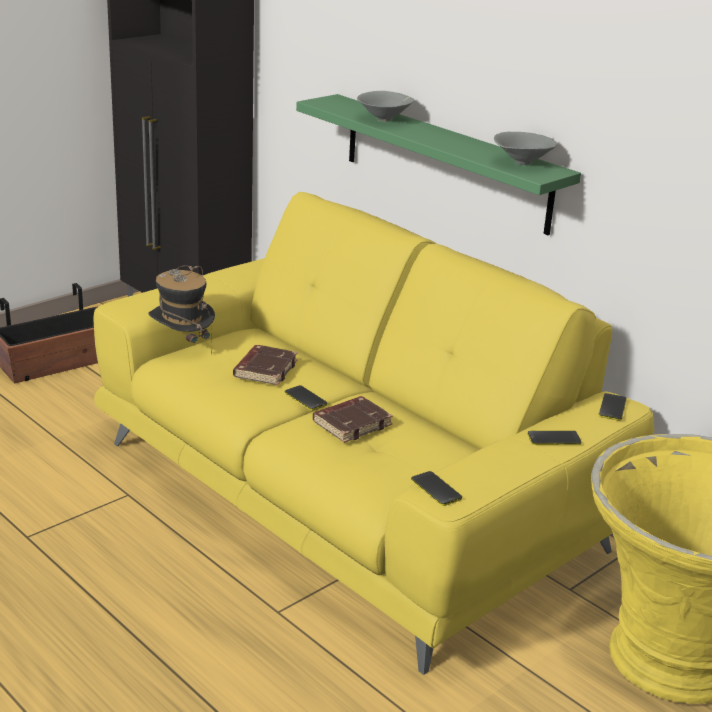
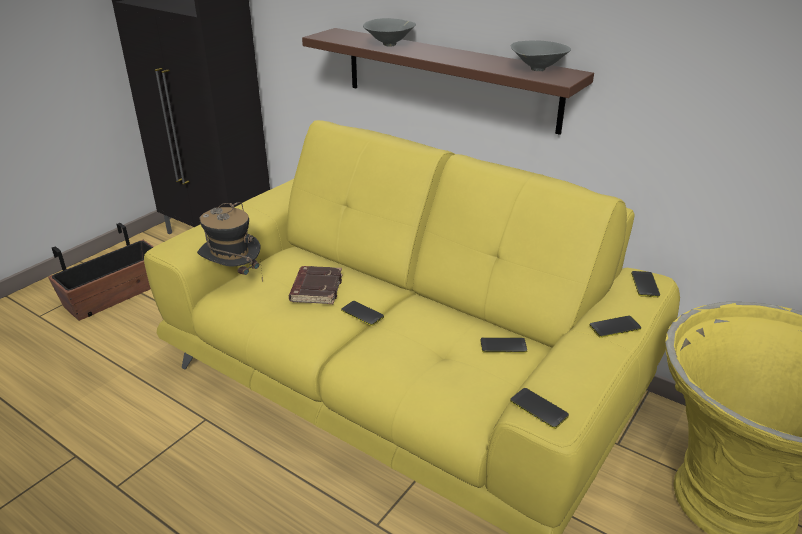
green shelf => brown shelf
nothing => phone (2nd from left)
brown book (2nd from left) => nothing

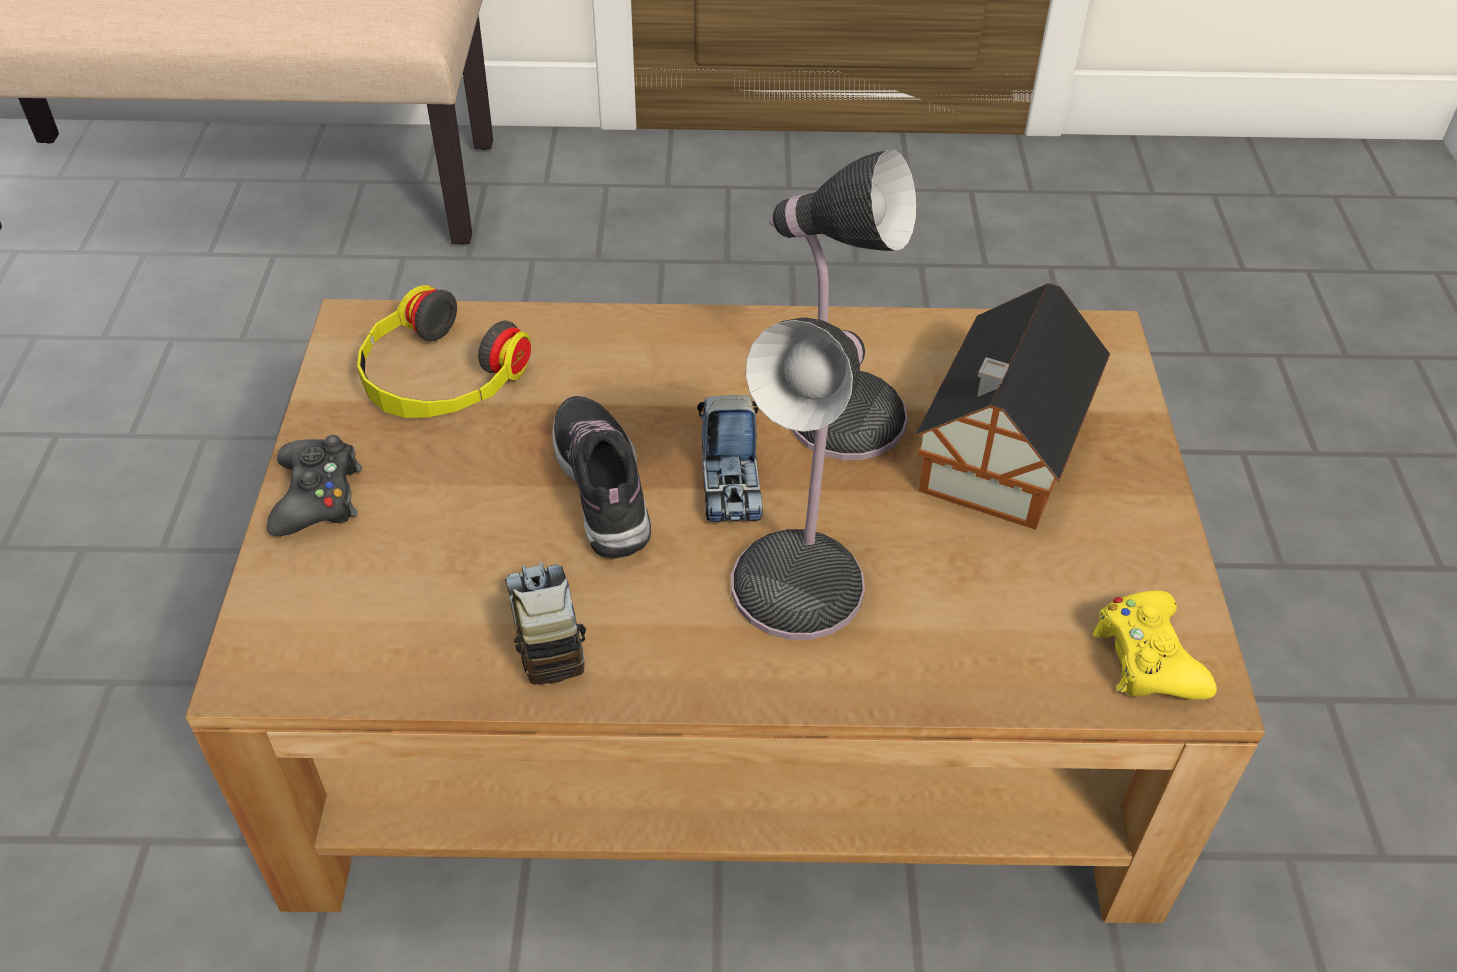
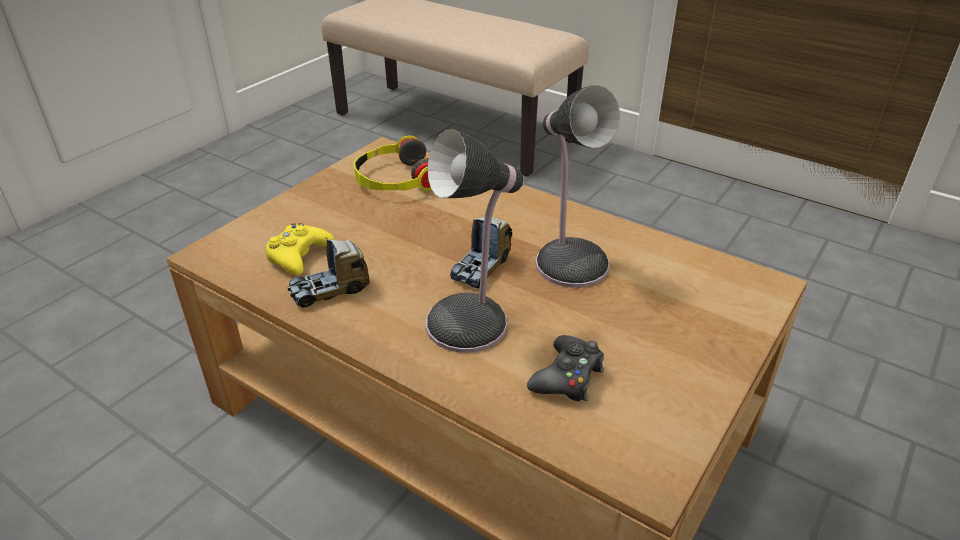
yellow game controller, moved
toy truck (1st from left), 135 degrees counterclockwise
black game controller, moved
shoe => nothing
toy house => nothing

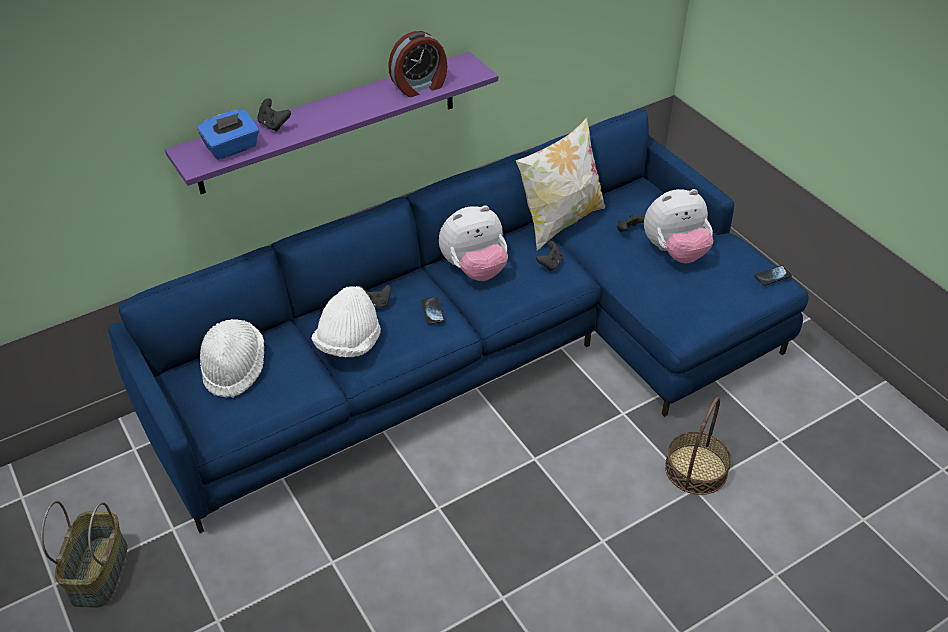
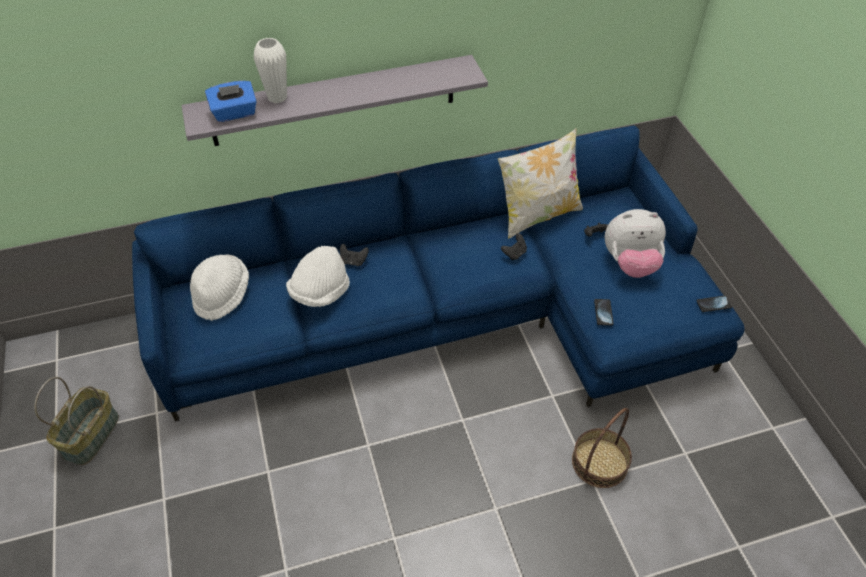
purple shelf => grey shelf
black game controller (1st from left) => white vase
phone (1st from left), moved
alarm clock => nothing
plush toy (1st from left) => nothing

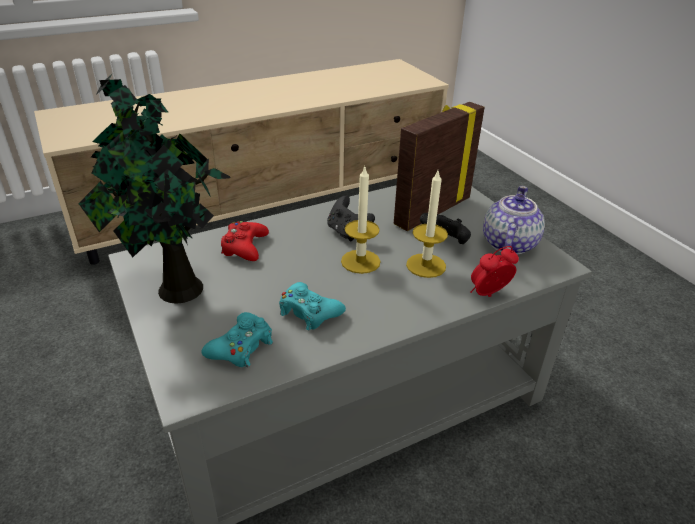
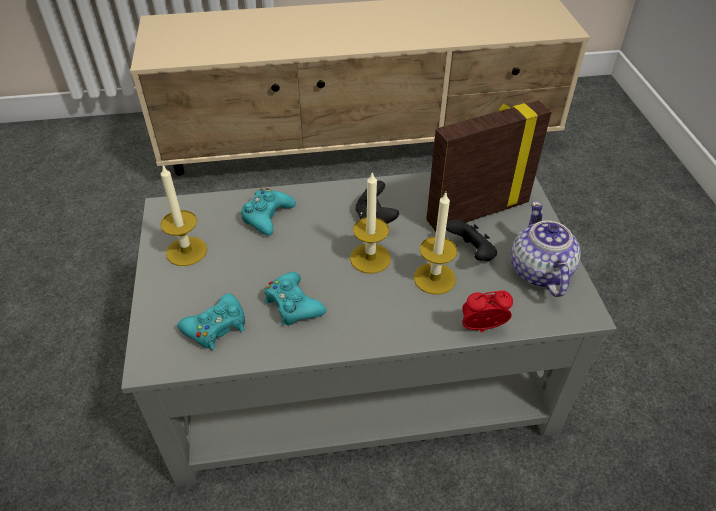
potted plant => candle (1st from left)
red game controller => turquoise game controller (2nd from left)
teapot, 45 degrees counterclockwise

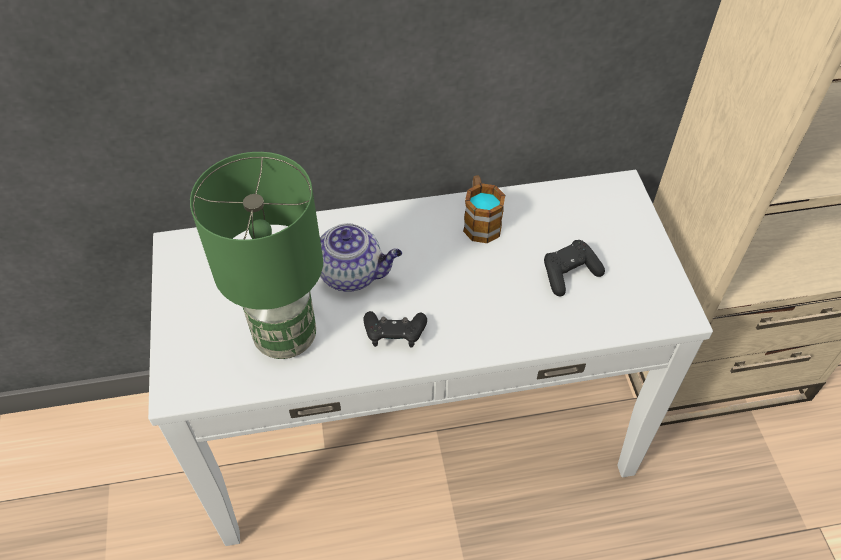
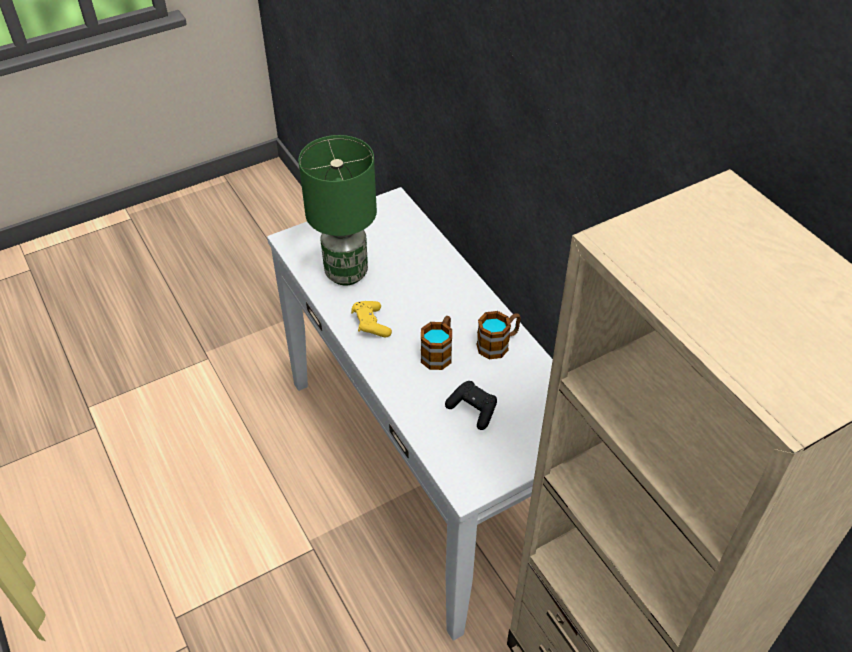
black game controller (1st from left) => yellow game controller
nothing => mug (1st from left)
teapot => nothing

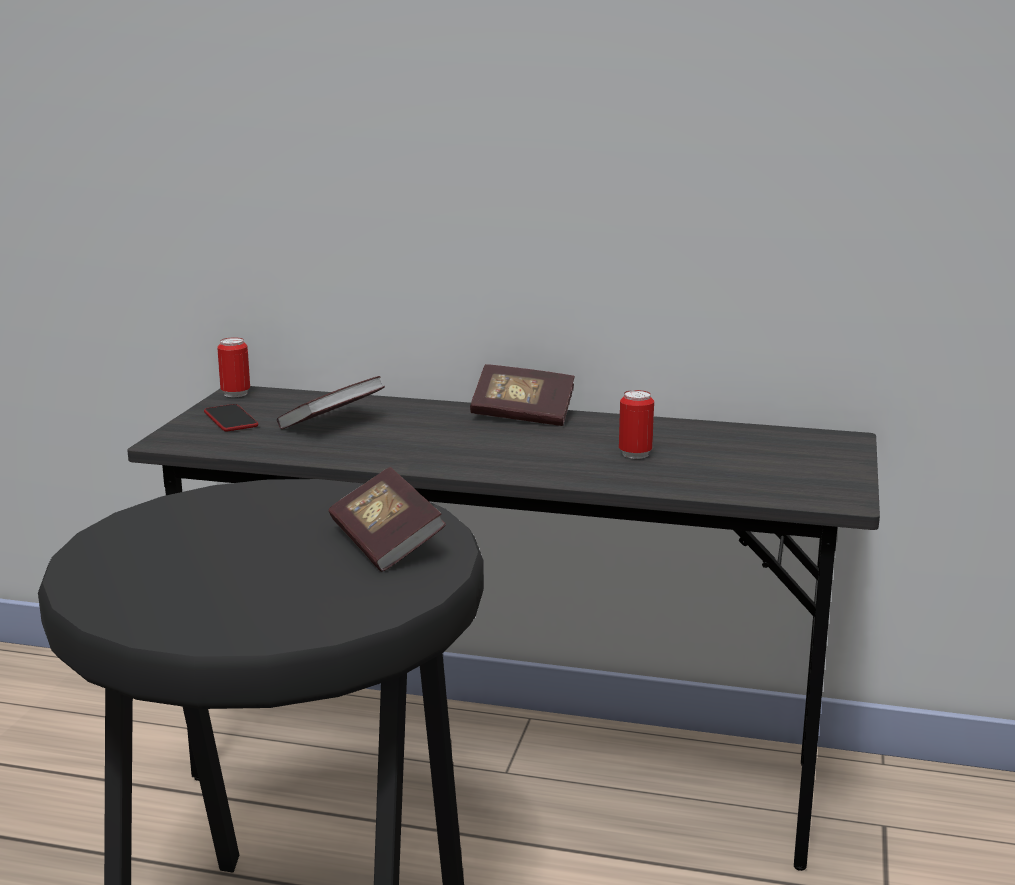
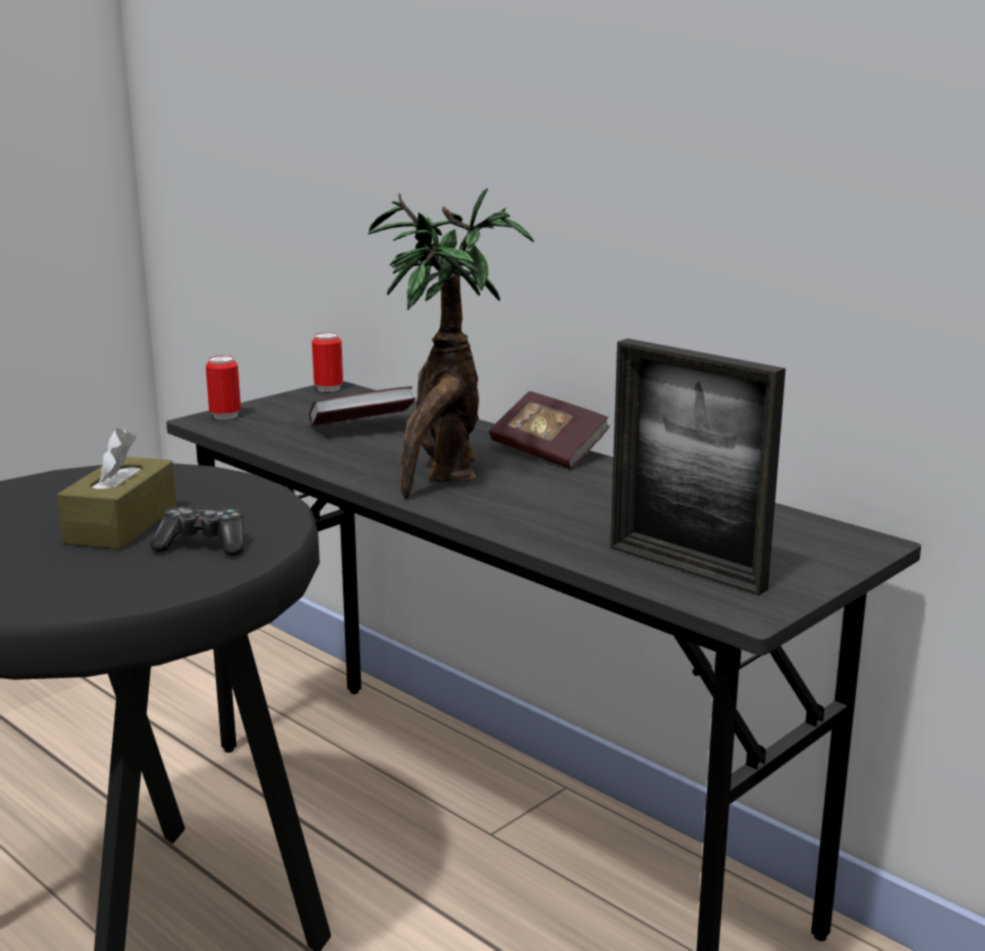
nothing => brown tissue box
book (2nd from left) => game controller
can (2nd from left in the first image) => can (1st from left), moved
nothing => potted plant
nothing => picture frame
phone => nothing

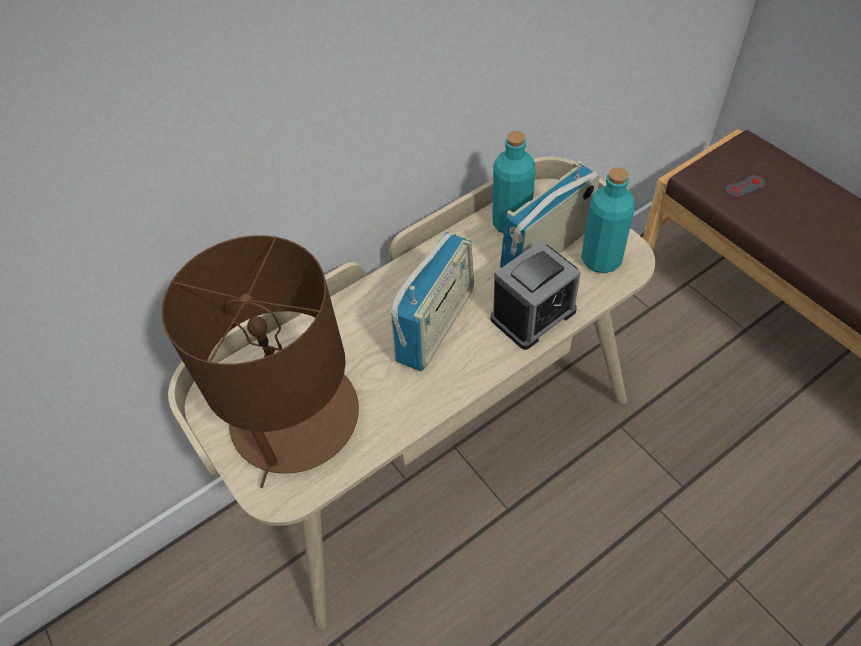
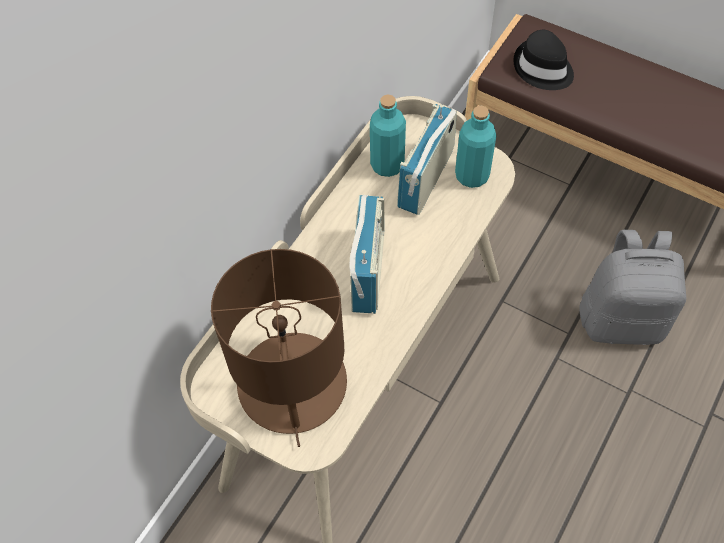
grey game controller => black hat
nothing => grey backpack
alarm clock => nothing

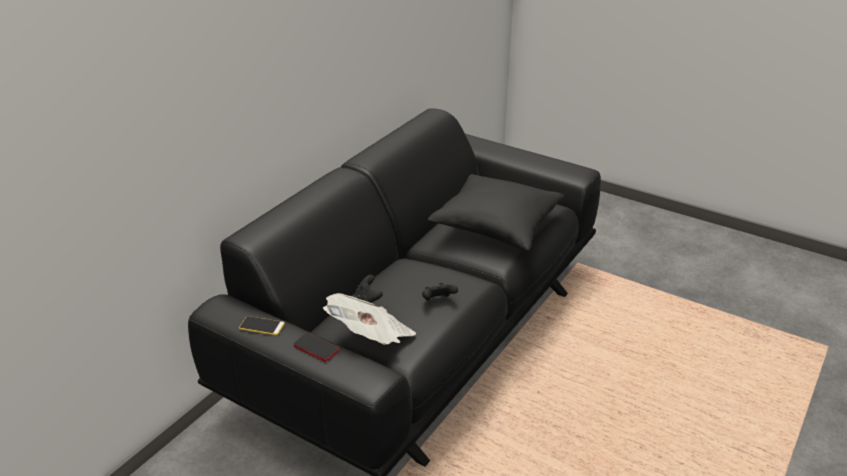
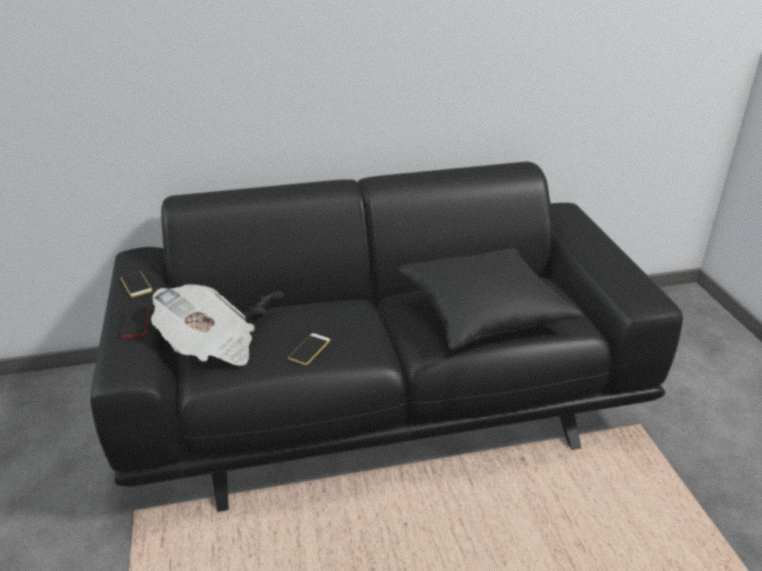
black game controller (2nd from left) => phone (3rd from left)

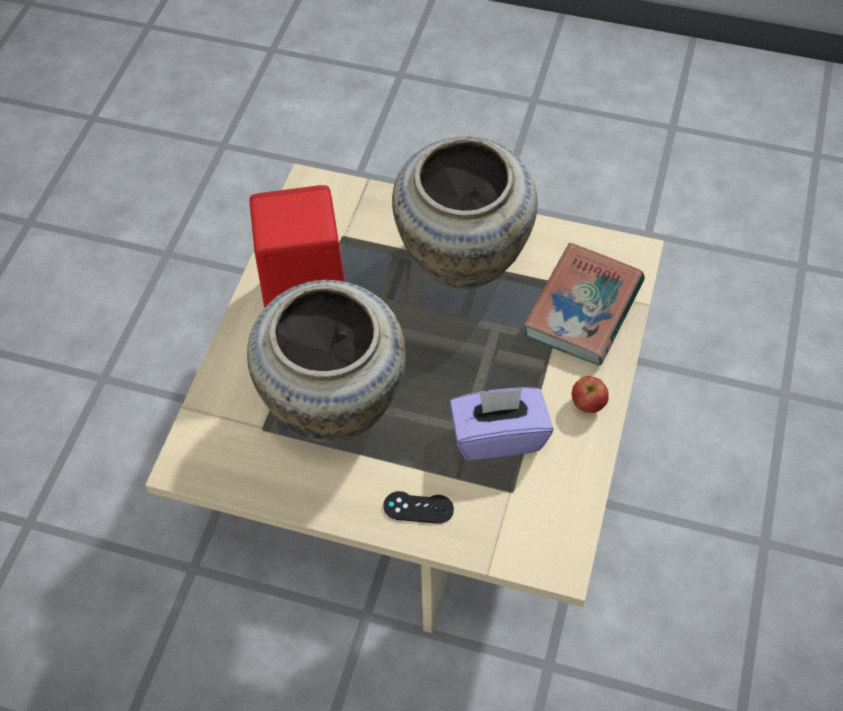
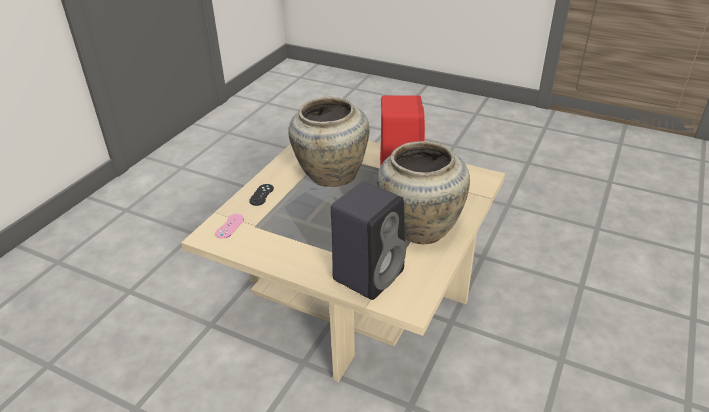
nothing => pink game controller
book => black speaker
purple tissue box => nothing
apple => nothing

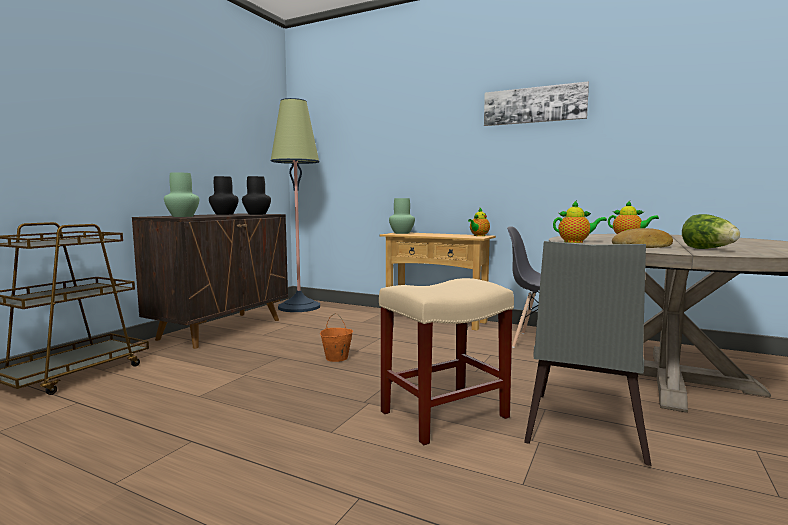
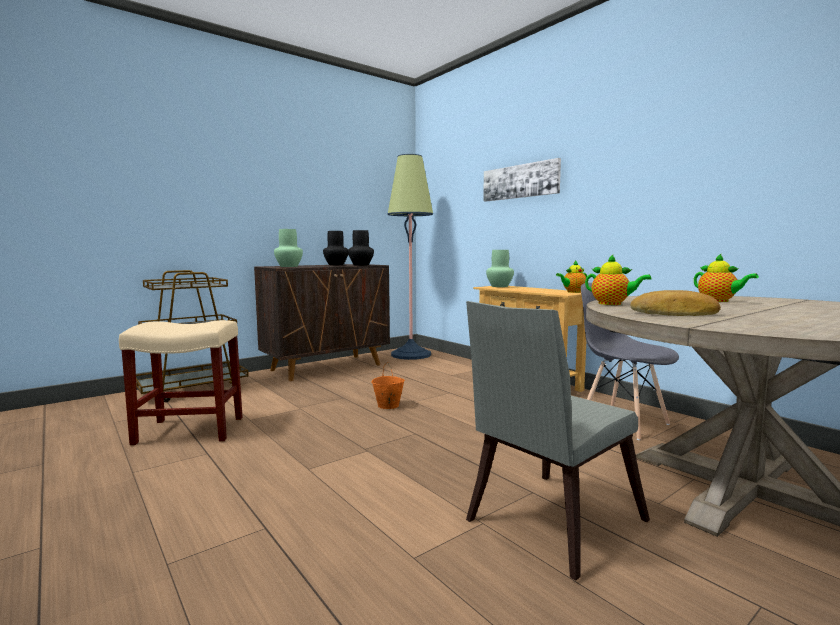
beige stool, moved
picture, moved
lettuce => nothing

